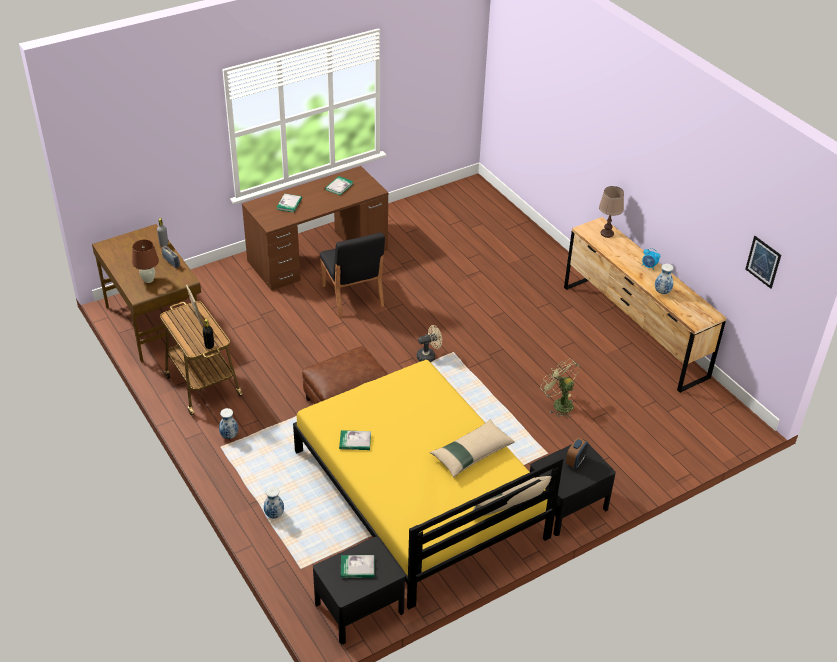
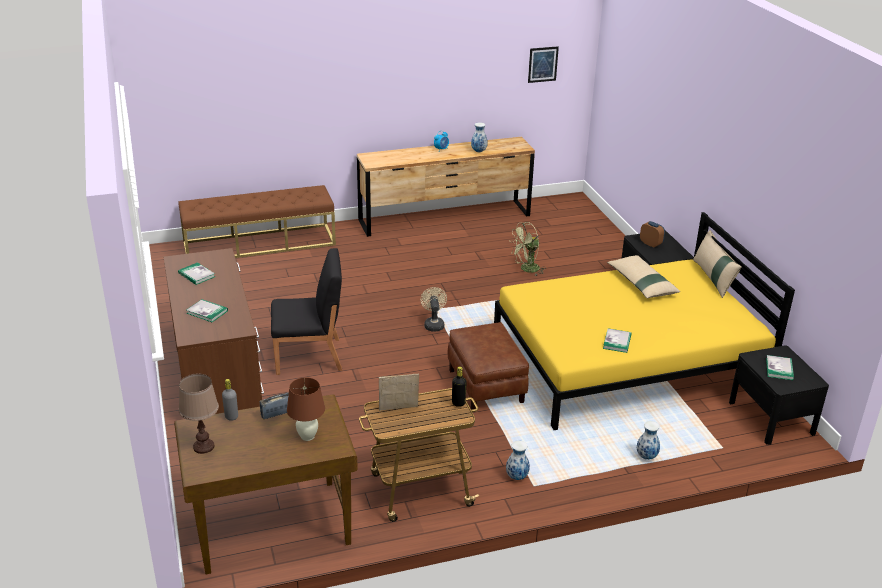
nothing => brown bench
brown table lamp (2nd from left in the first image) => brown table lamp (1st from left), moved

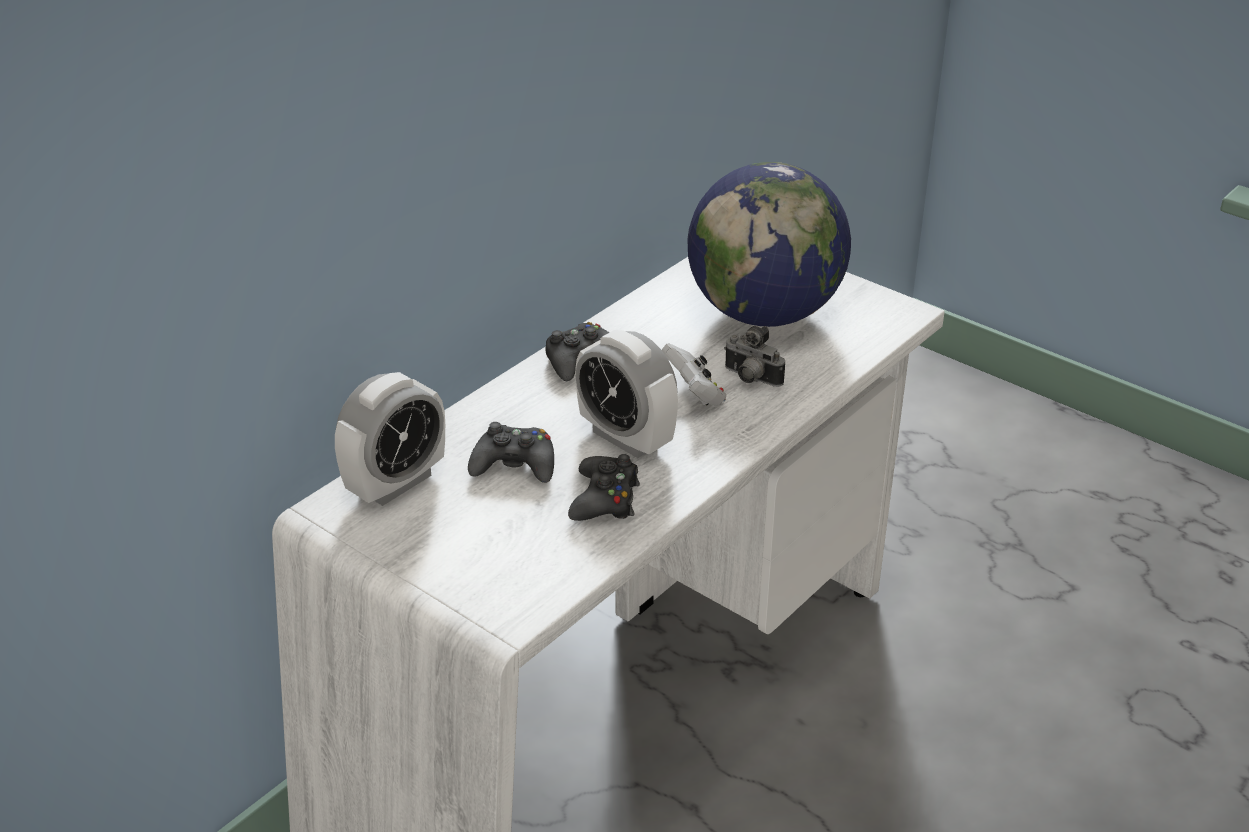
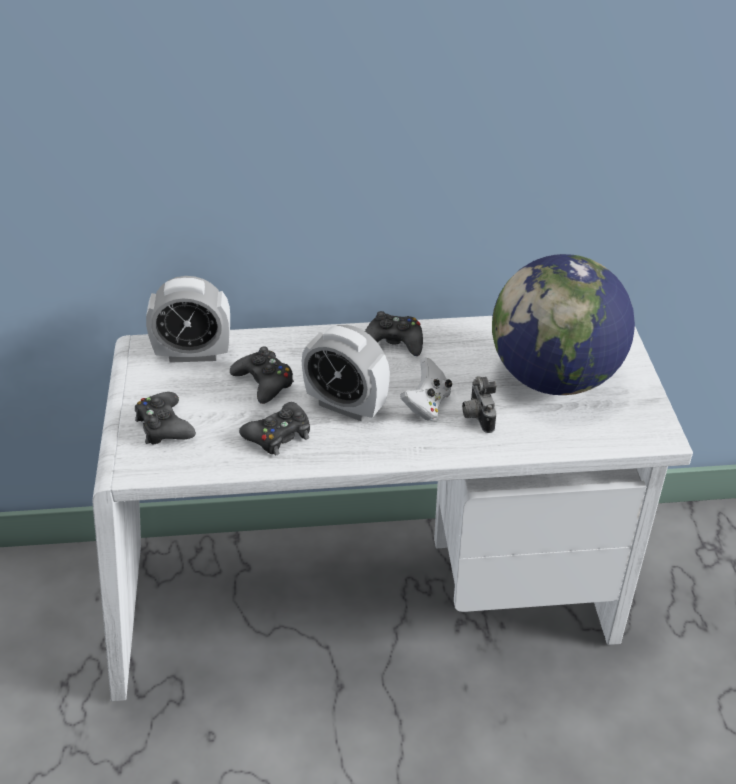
nothing => black game controller (1st from left)
alarm clock (2nd from left), 60 degrees counterclockwise

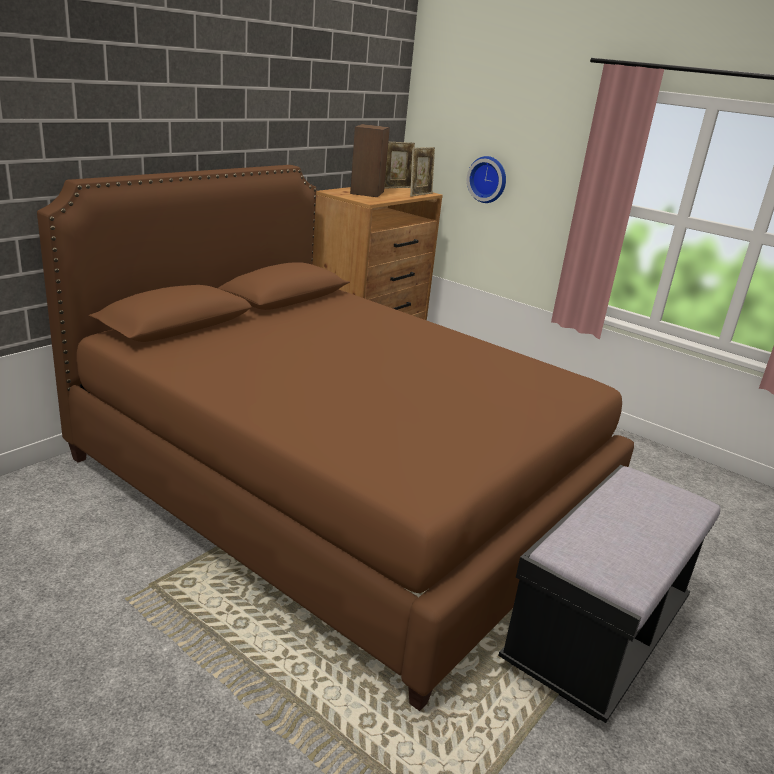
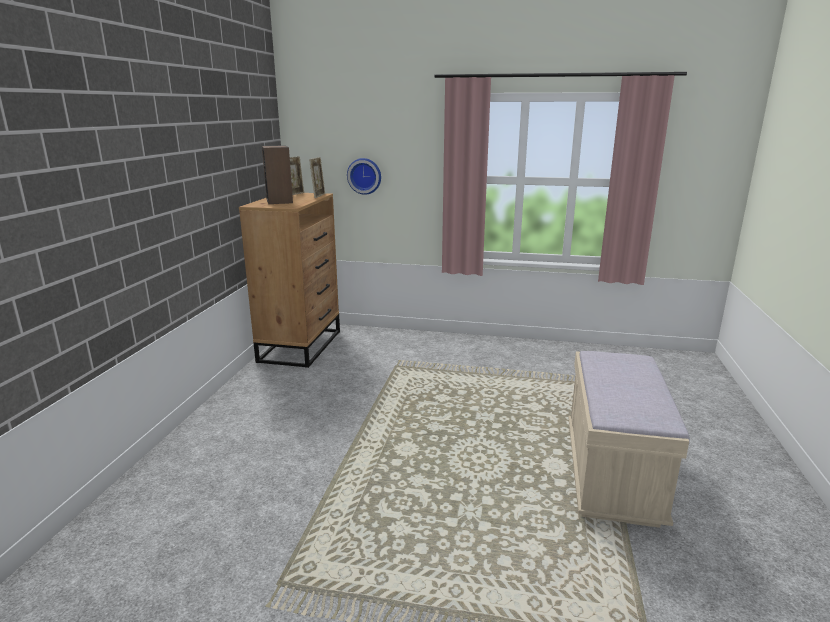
black bench => beige bench
brown bed => nothing

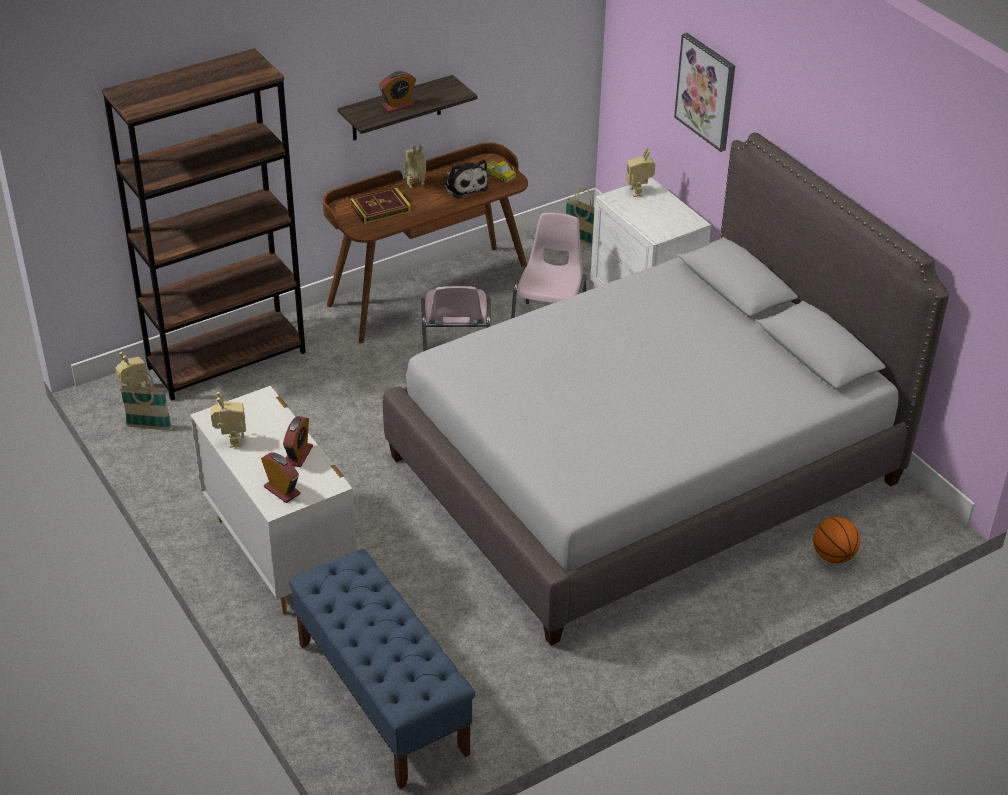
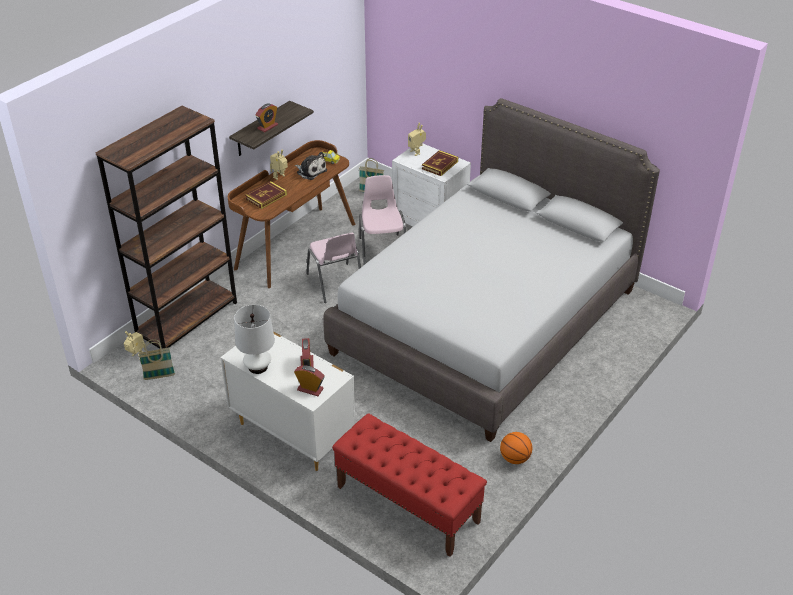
toy robot (2nd from left) => white table lamp
blue bench => red bench
nothing => book (2nd from left)
basketball, moved
picture => nothing

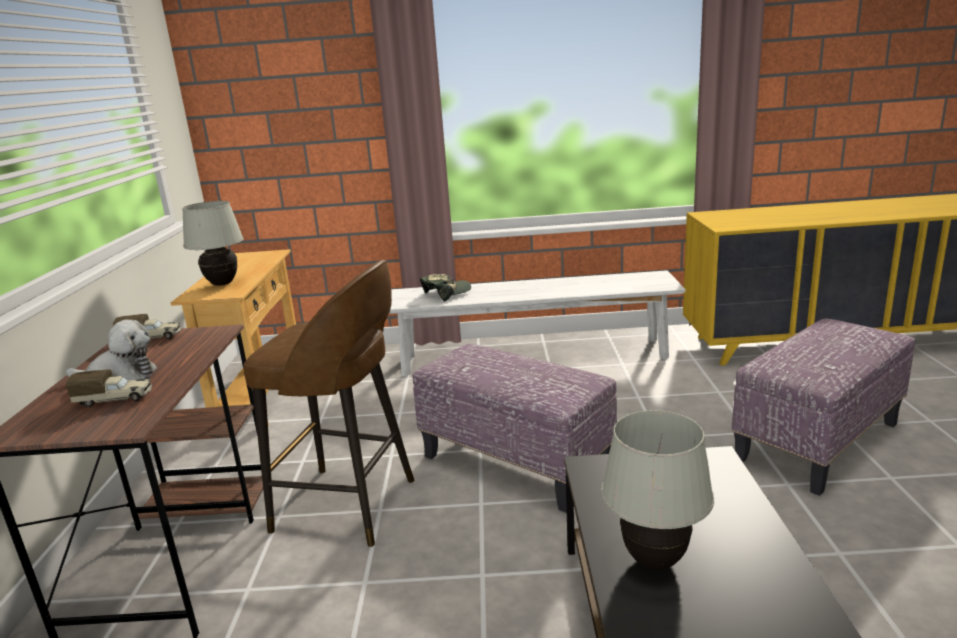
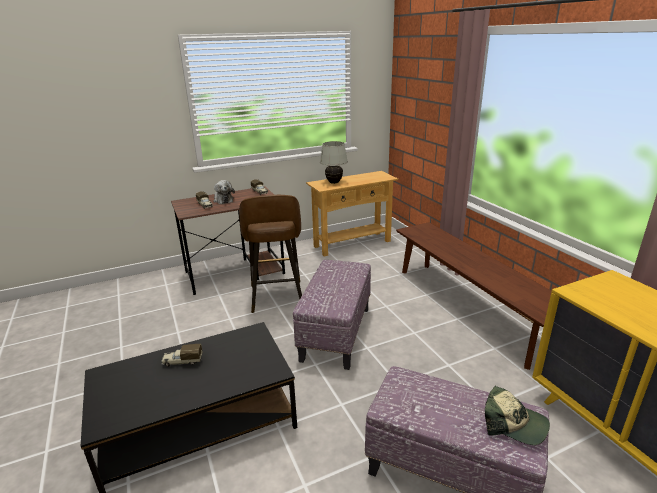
white table lamp (2nd from left) => toy truck (1st from left)
white bench => brown bench
cap, moved

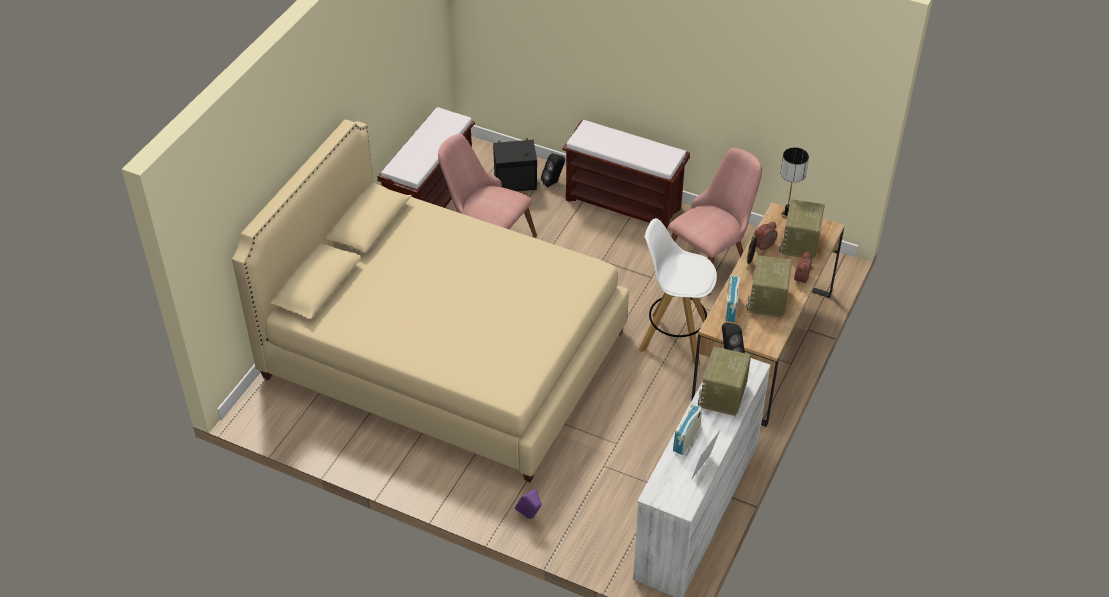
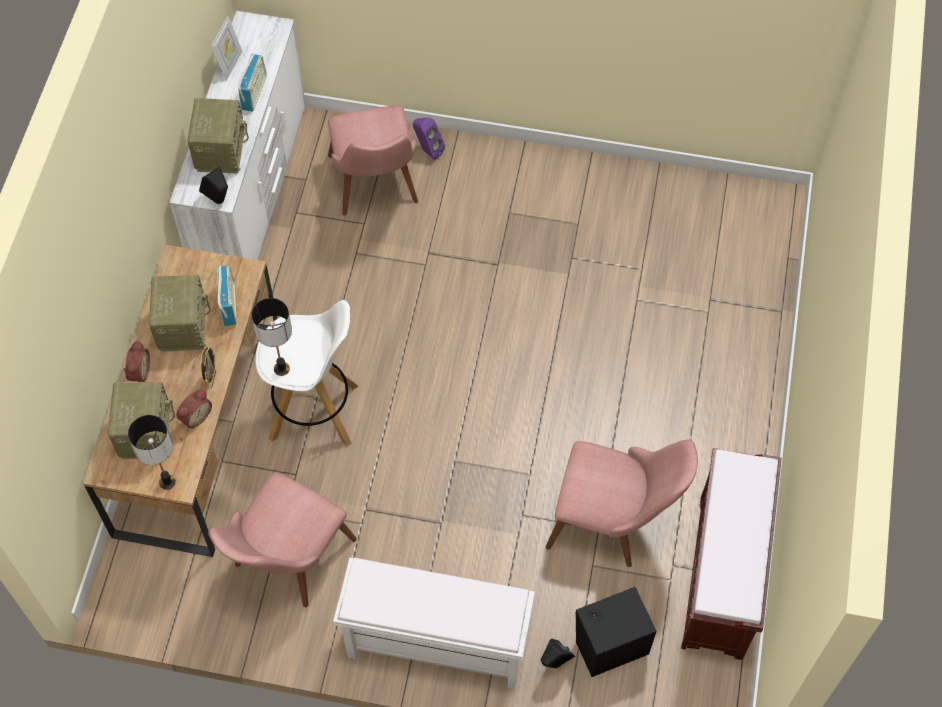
nothing => table lamp (2nd from left)
nothing => pink chair (2nd from left)
brown bench (2nd from left) => white bench
beige bed => nothing

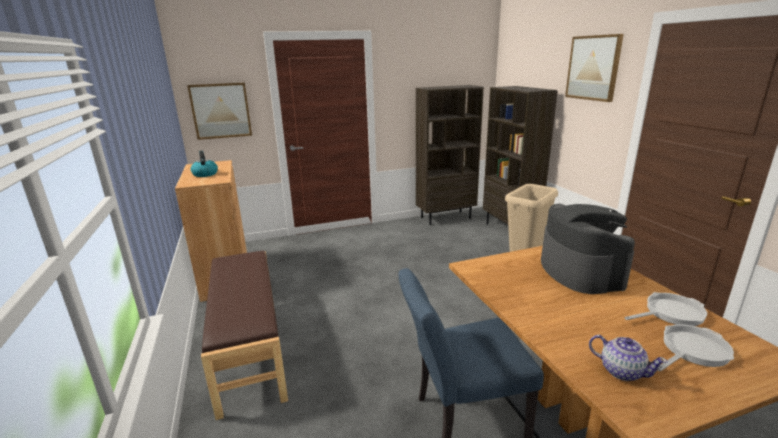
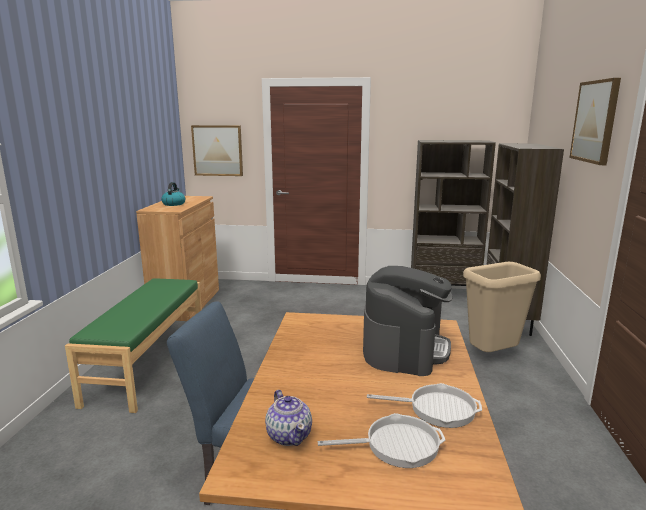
brown bench => green bench

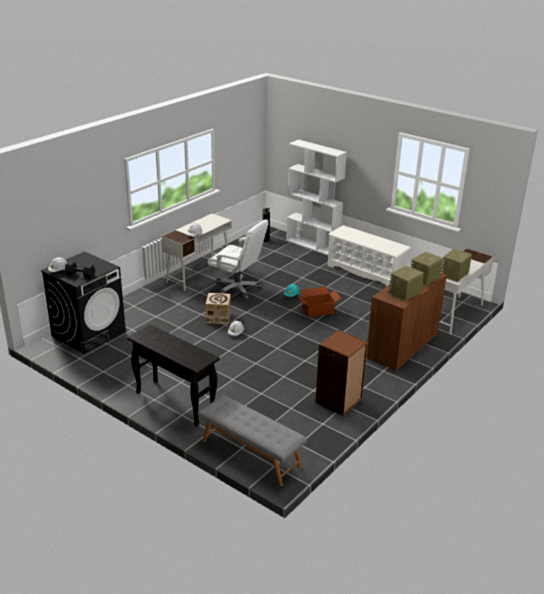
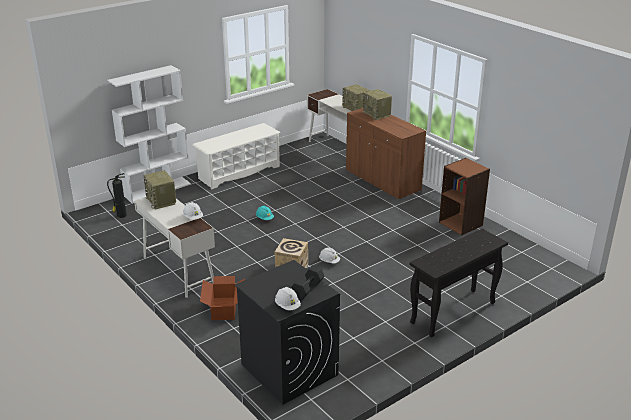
radio (1st from left), moved
cardboard box (2nd from left in the first image) => cardboard box (1st from left), moved
grey bench => nothing
white office chair => nothing

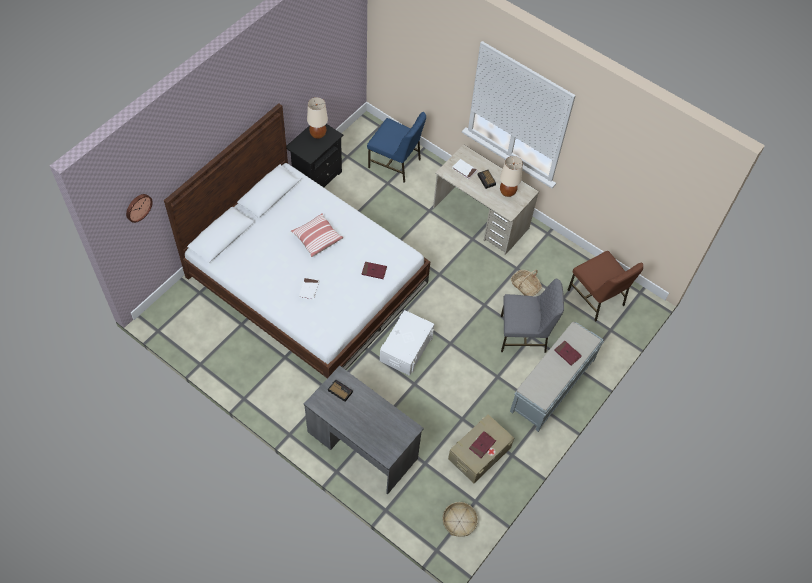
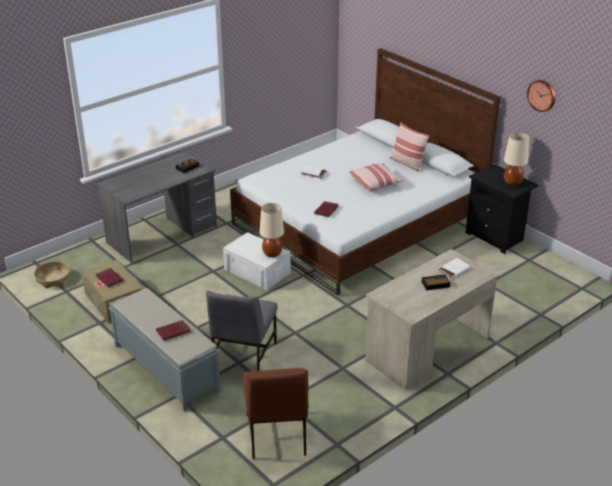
brown chair, 75 degrees counterclockwise
beige table lamp (2nd from left in the first image) => beige table lamp (1st from left), moved
nothing => pillow (2nd from left)
wall clock, moved
blue chair => nothing
basket (2nd from left) => nothing

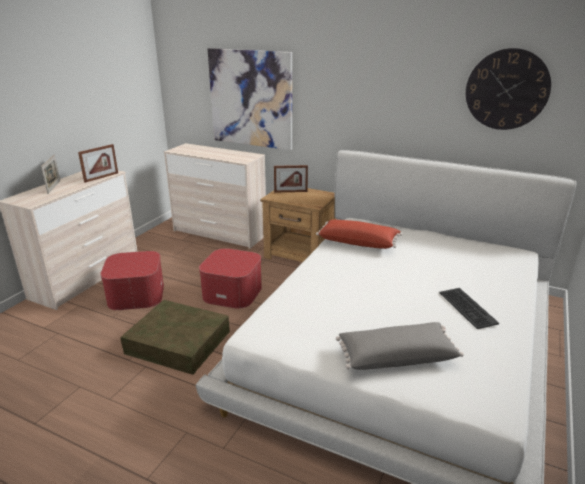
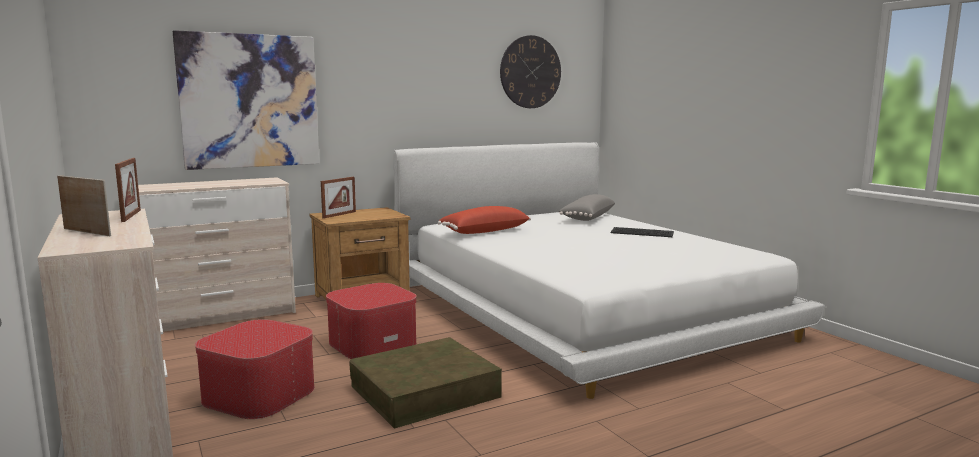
grey pillow, moved

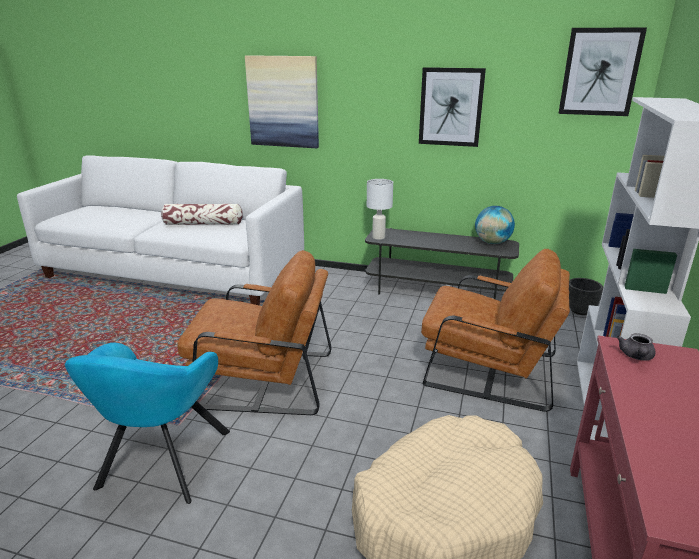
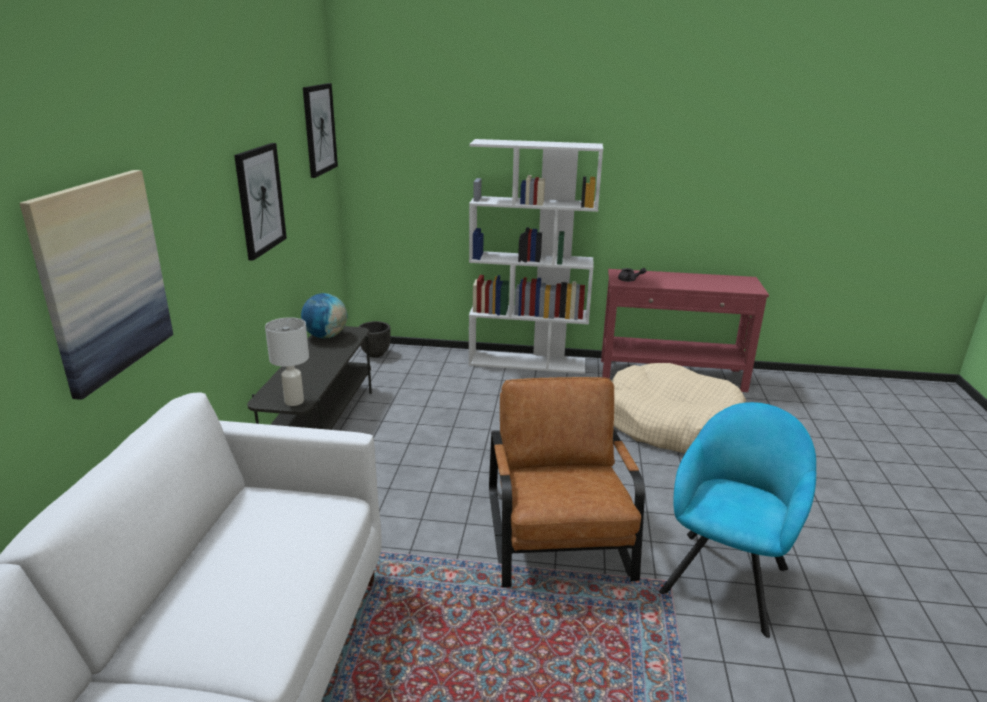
turquoise armchair, 60 degrees counterclockwise
pillow => nothing
brown armchair (2nd from left) => nothing

